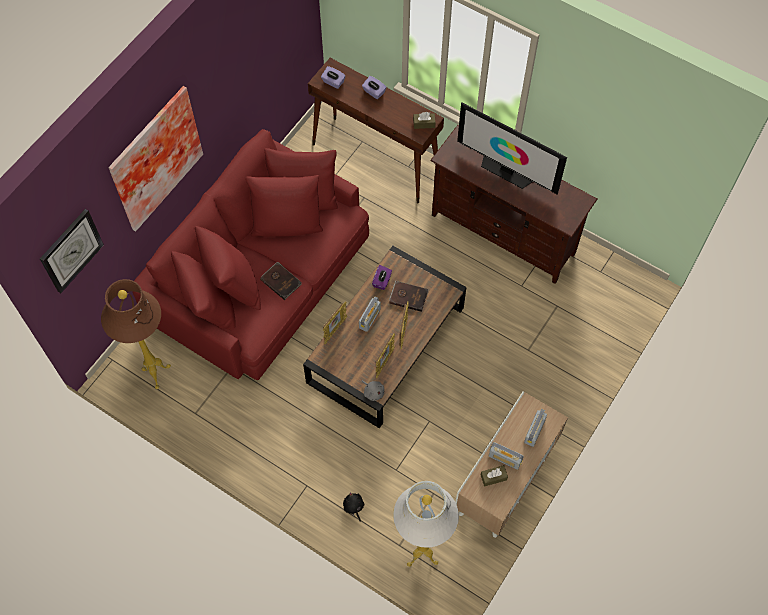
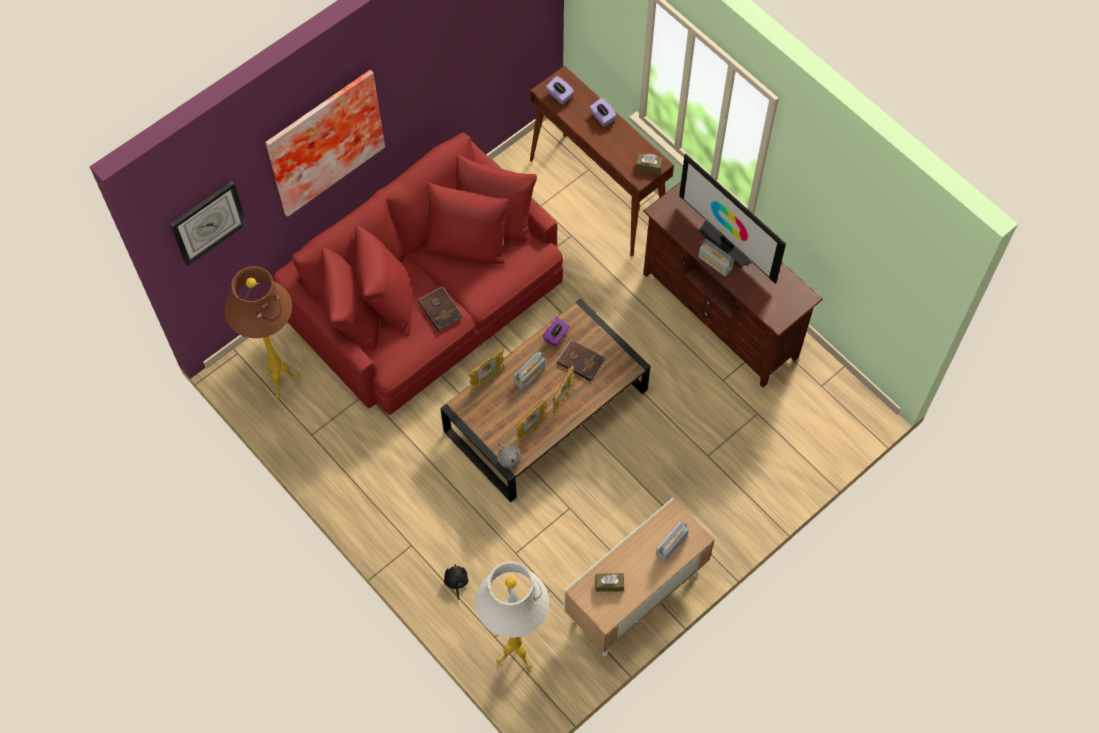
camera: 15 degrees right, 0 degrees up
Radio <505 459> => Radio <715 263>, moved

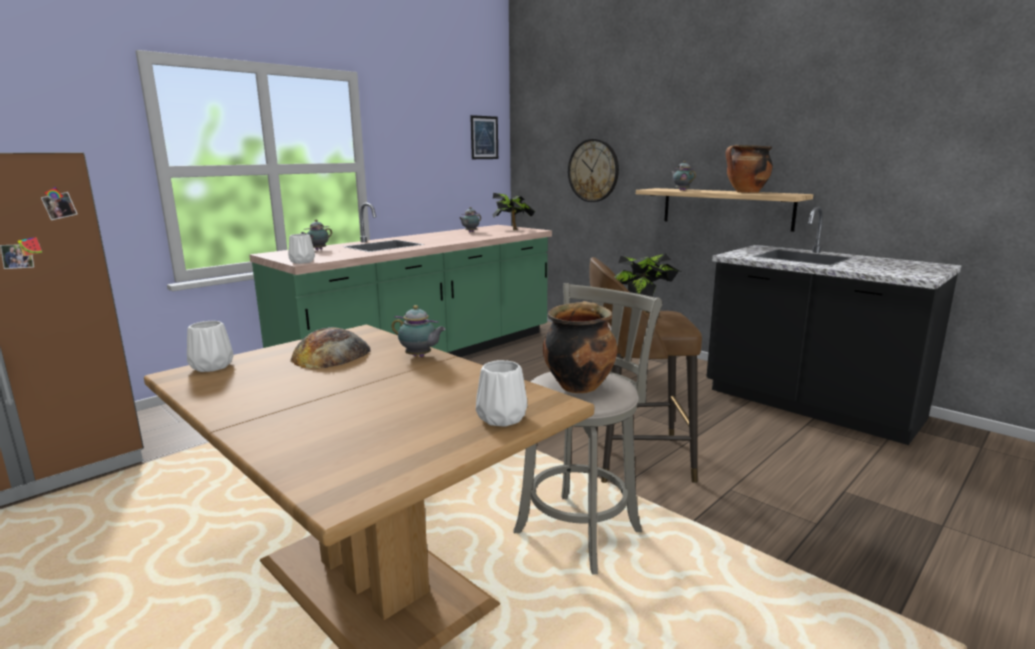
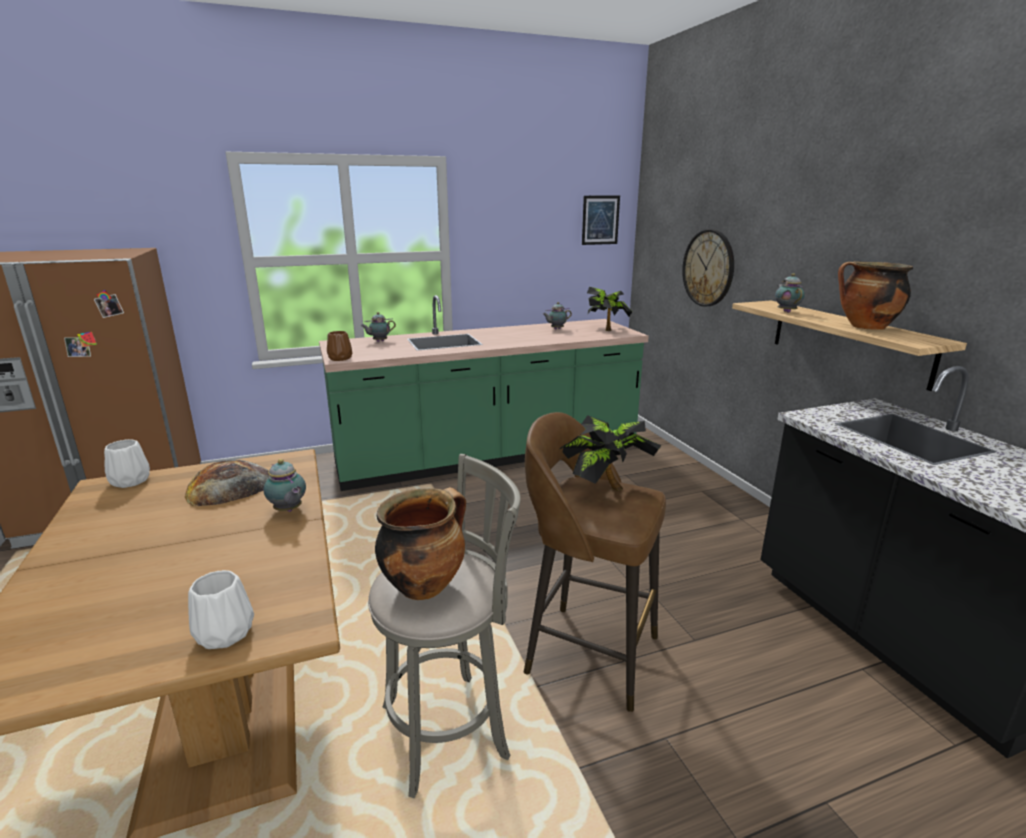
camera: 25 degrees right, 5 degrees up
WhiteVase <302 262> => BrownVase <340 358>

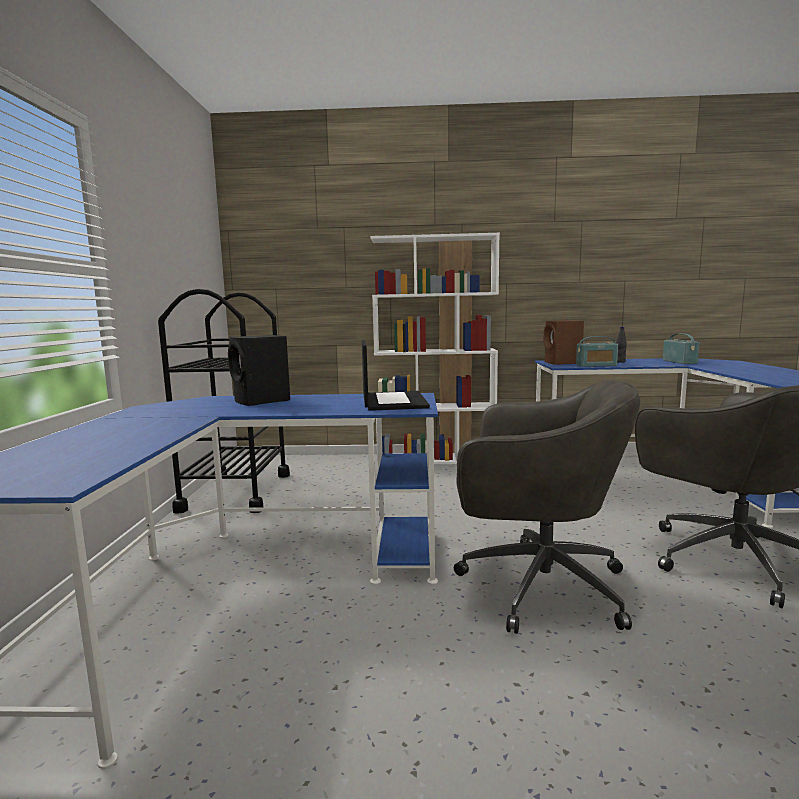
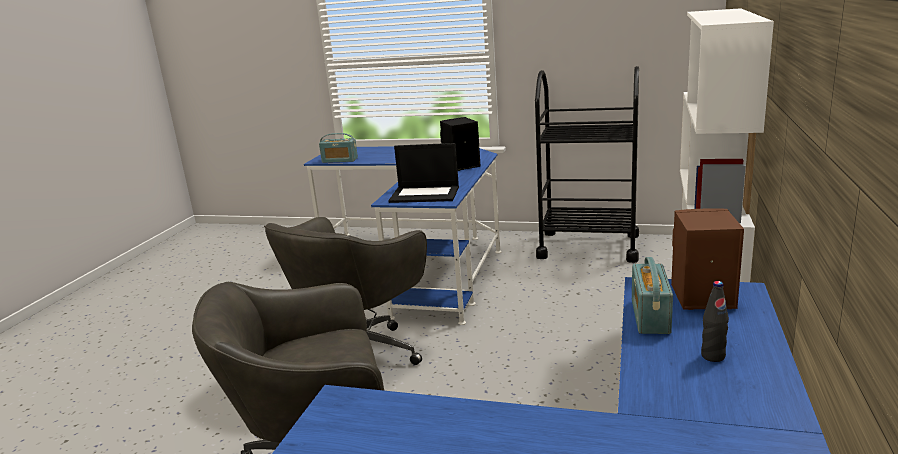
camera: 105 degrees right, 10 degrees up
Radio <679 362> => Radio <339 160>, moved

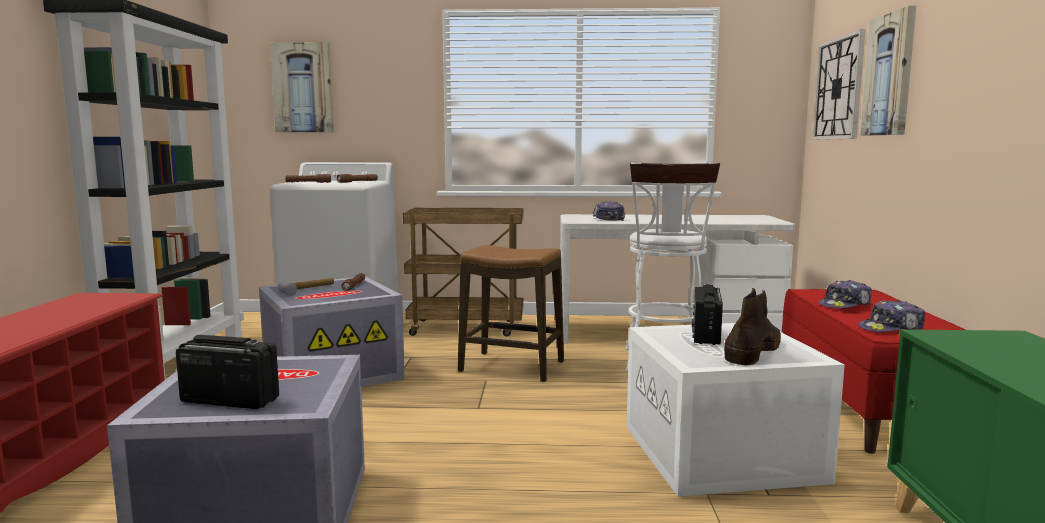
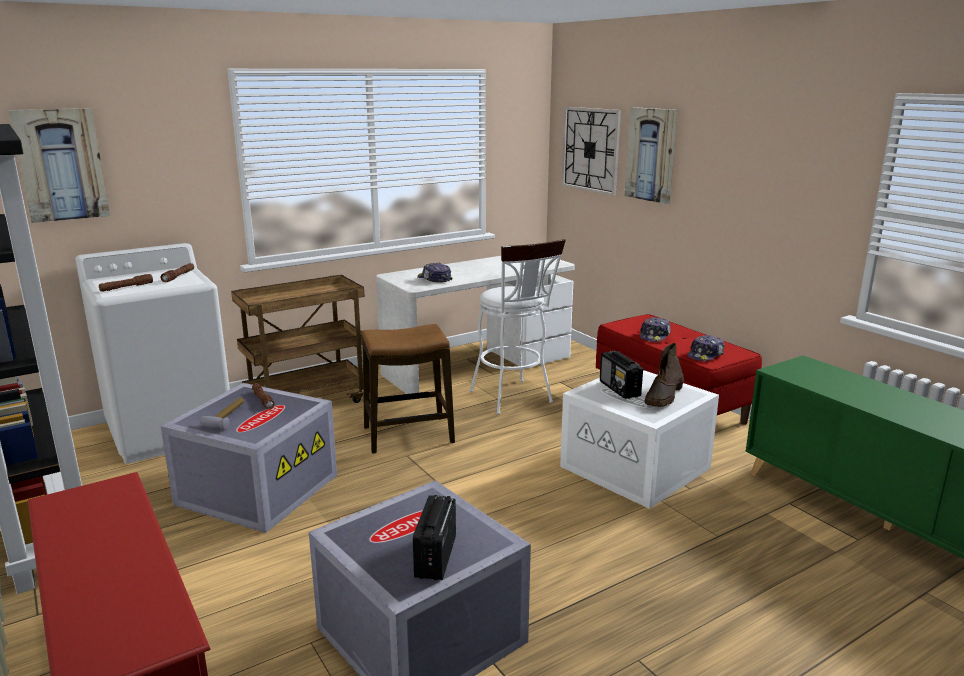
camera: 35 degrees left, 10 degrees up
BrownBoot <753 351> => BrownBoot <663 396>, 150 degrees counterclockwise
Radio <229 400> => Radio <435 557>, 60 degrees counterclockwise

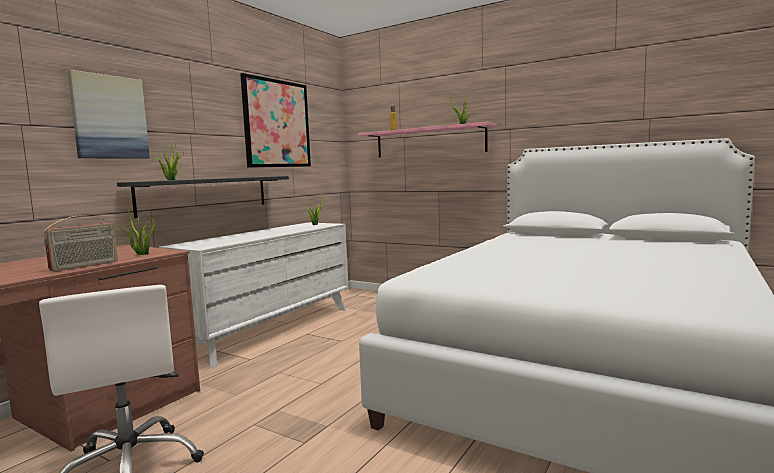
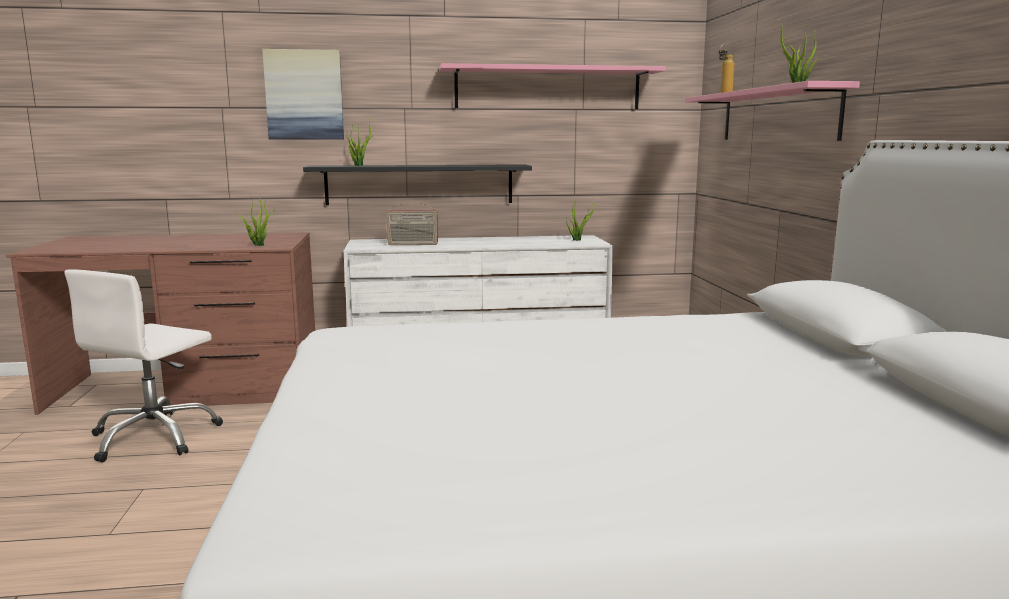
camera: 50 degrees right, 5 degrees up
Picture <277 124> => PinkShelf <548 88>
Radio <85 266> => Radio <412 244>, moved

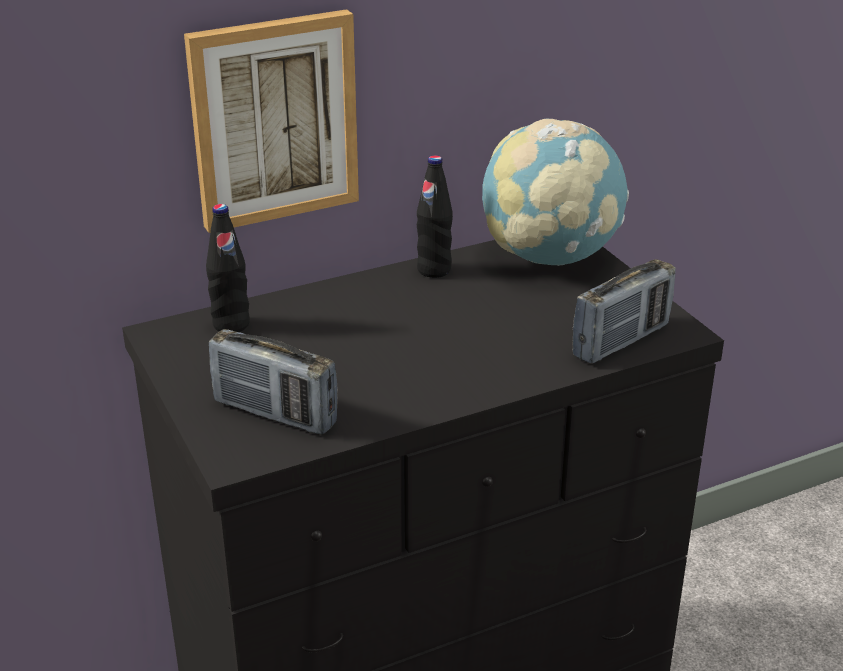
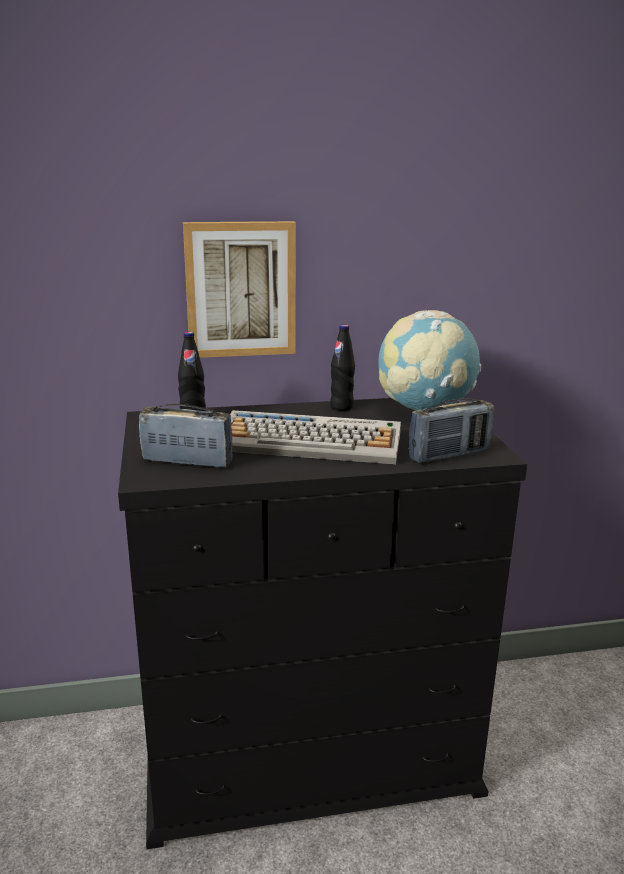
camera: 15 degrees right, 10 degrees down
Radio <275 413> => Radio <187 461>, 150 degrees clockwise
nothing => Keyboard <311 441>

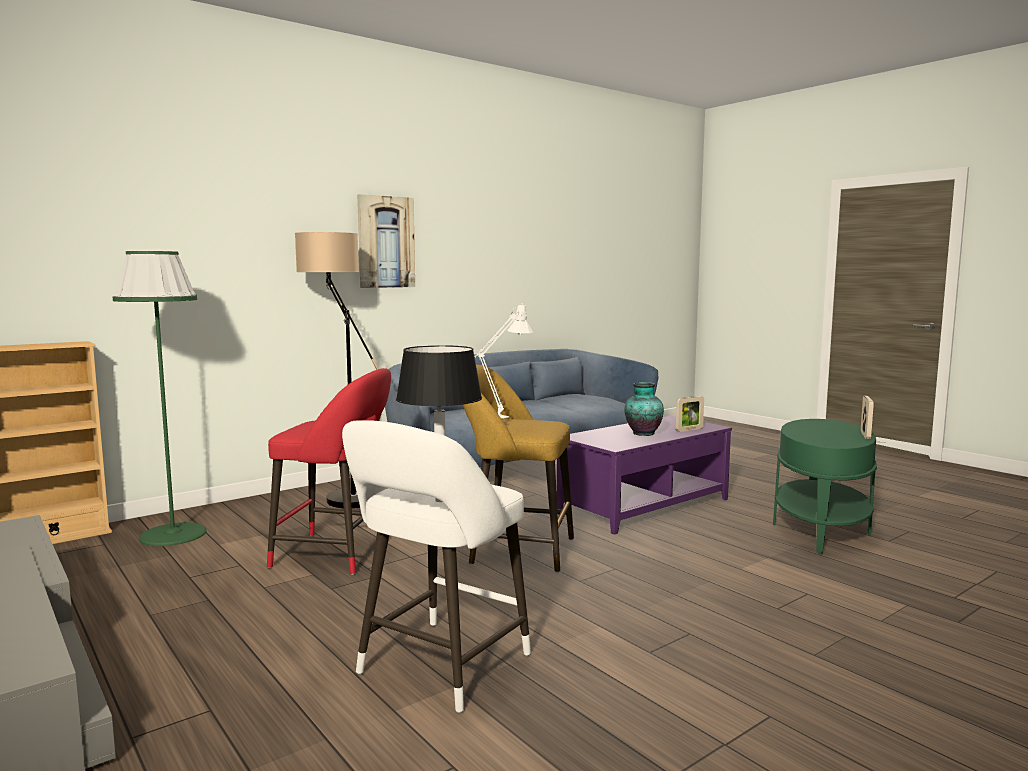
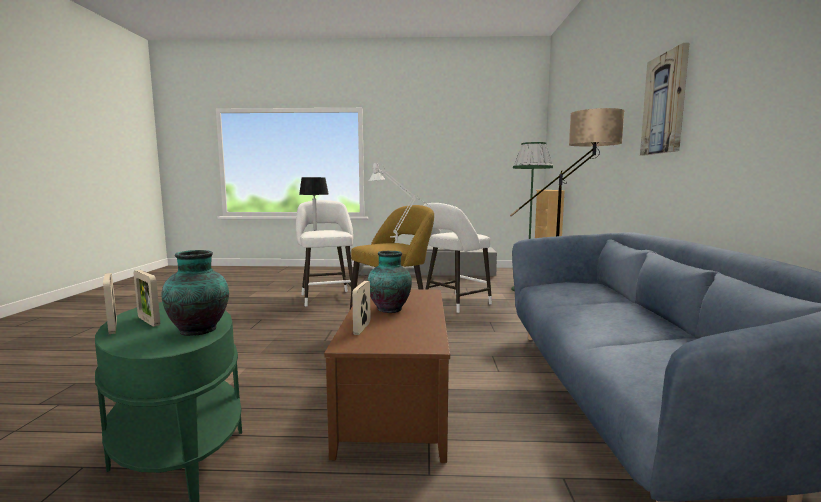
camera: 130 degrees right, 0 degrees up
RedStool <338 554> => WhiteStool <454 304>
PurpleCoffeeTable <643 505> => BrownCoffeeTable <398 399>
nothing => Vase <200 330>
nothing => PictureFrame <148 321>

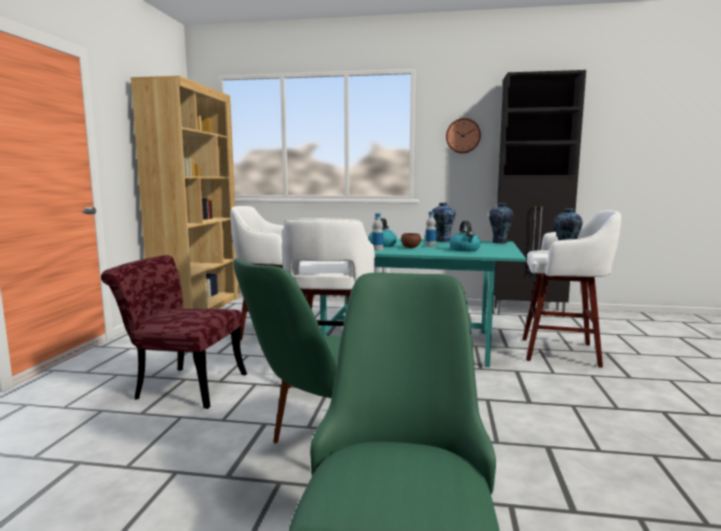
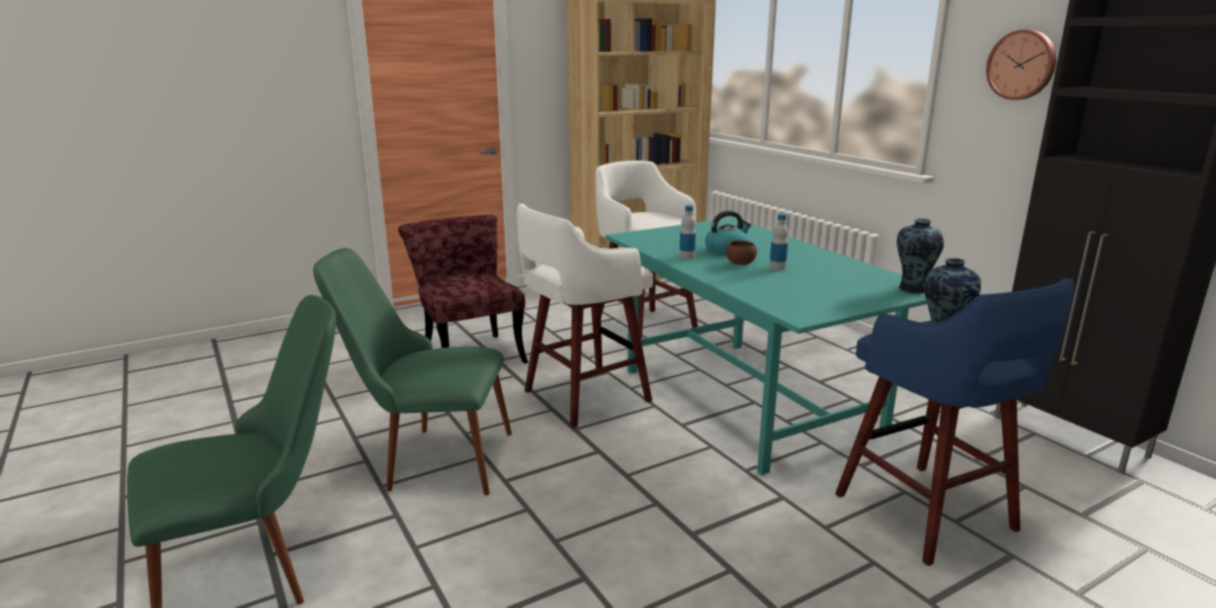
camera: 50 degrees right, 10 degrees up
Vase <442 241> => nothing
WhiteStool <563 352> => BlueStool <928 515>
Kettle <465 250> => nothing

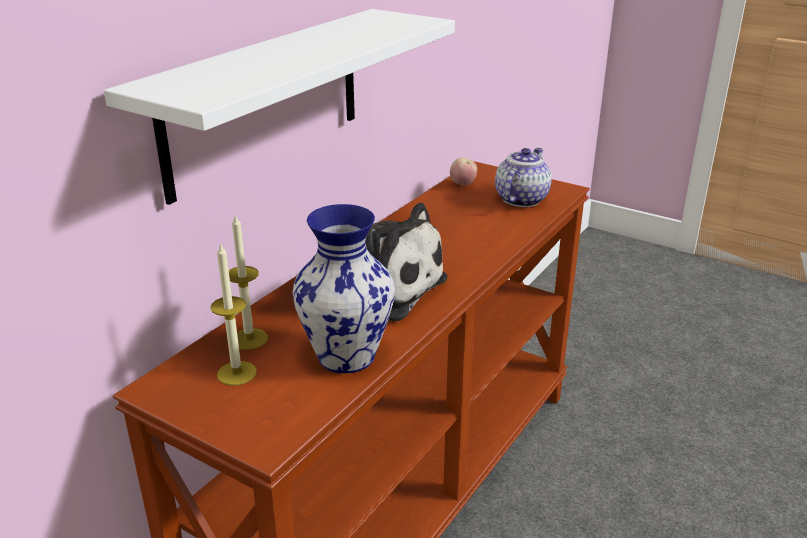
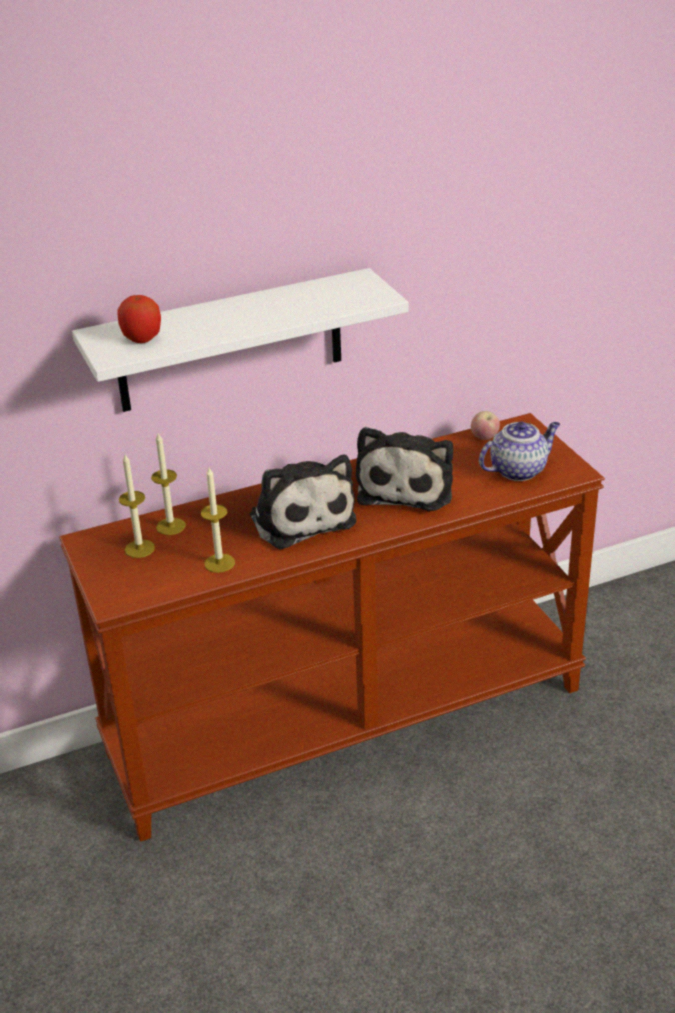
camera: 35 degrees right, 5 degrees up
Vase <348 356> => Candle <219 563>
nothing => Apple <142 338>
nothing => PlushToy <407 486>

